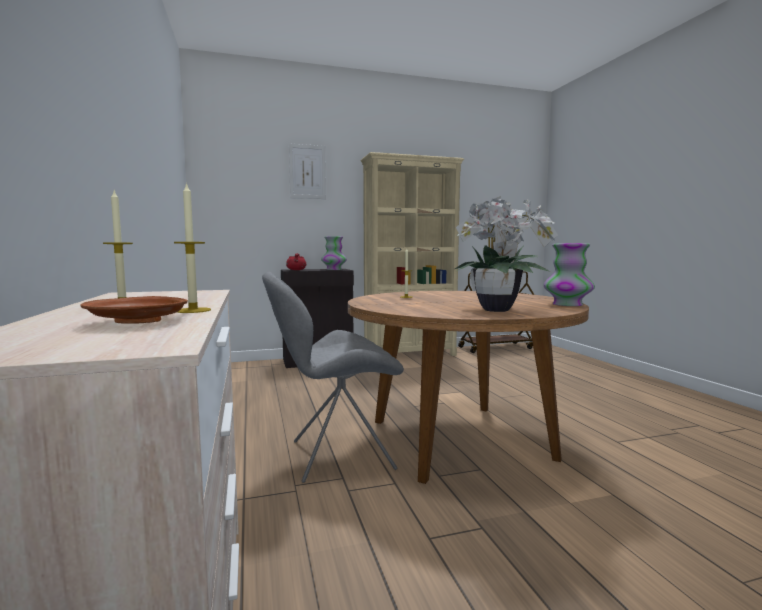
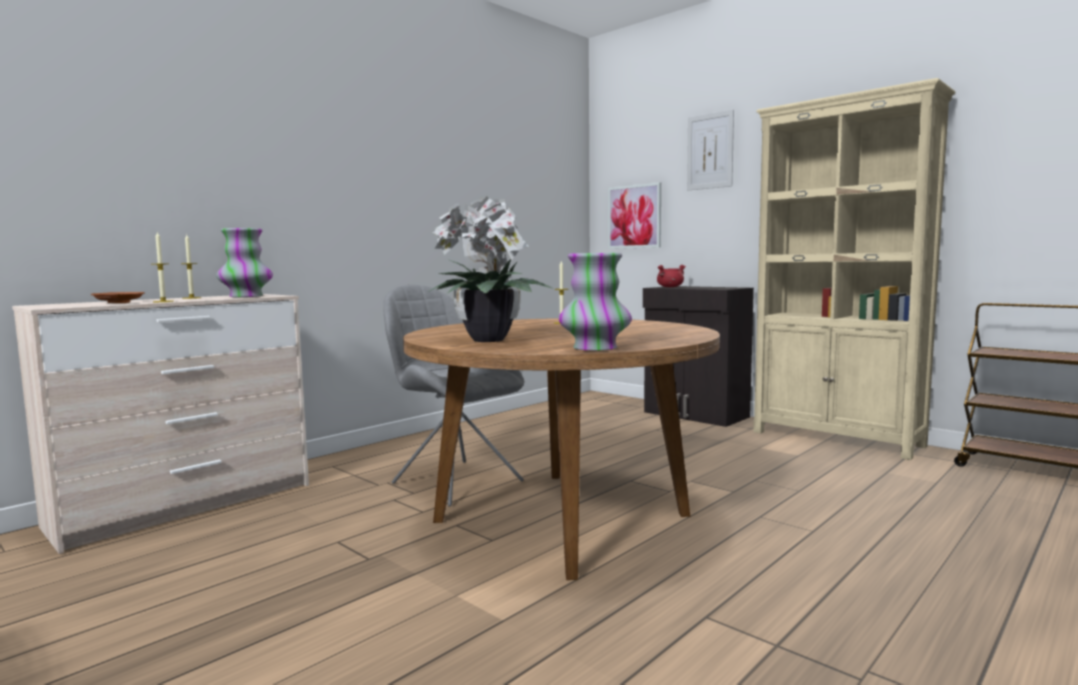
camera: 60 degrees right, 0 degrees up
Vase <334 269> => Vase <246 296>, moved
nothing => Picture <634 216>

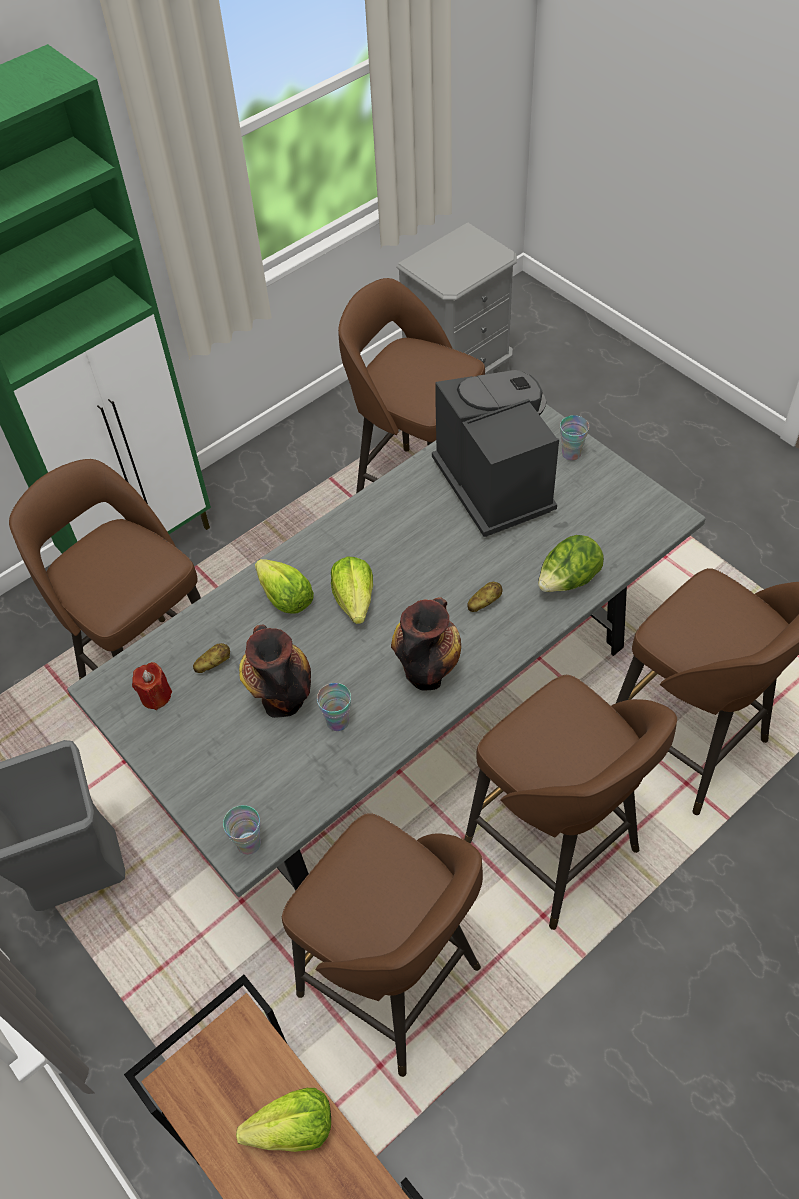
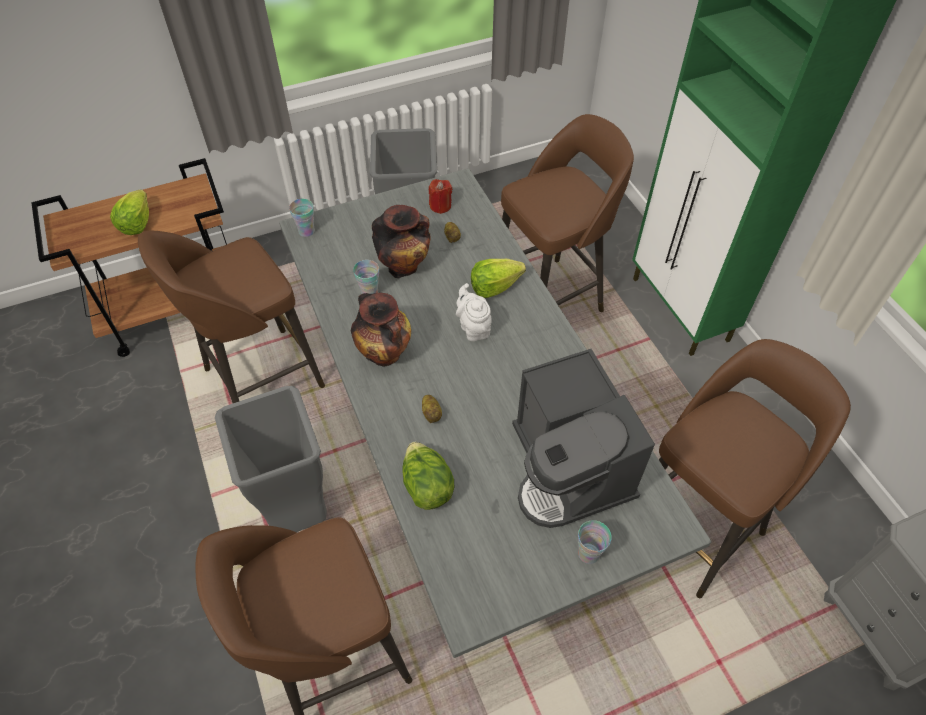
camera: 105 degrees right, 0 degrees up
CoffeeMachine <495 483> => CoffeeMachine <569 469>, 75 degrees clockwise
Lettuce <354 600> => WhiteTeapot <473 328>
BrownStool <555 850> => GreyTrashCan <296 508>

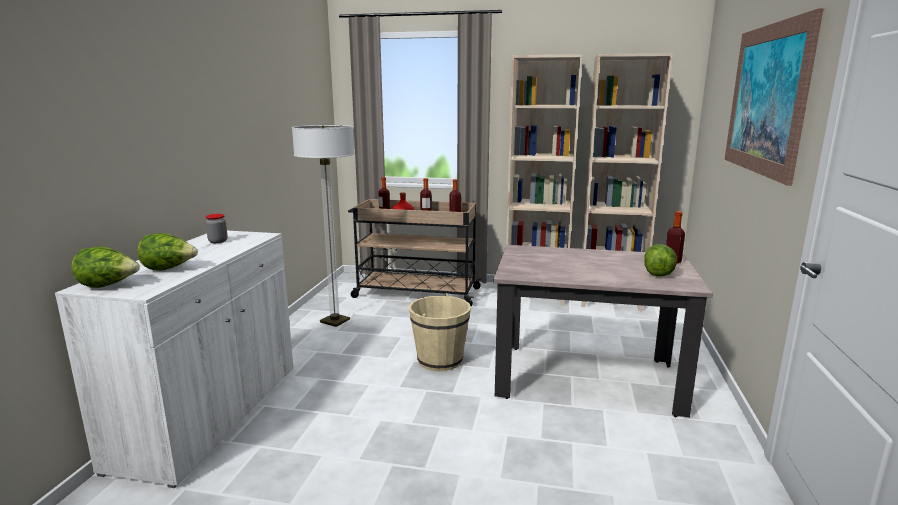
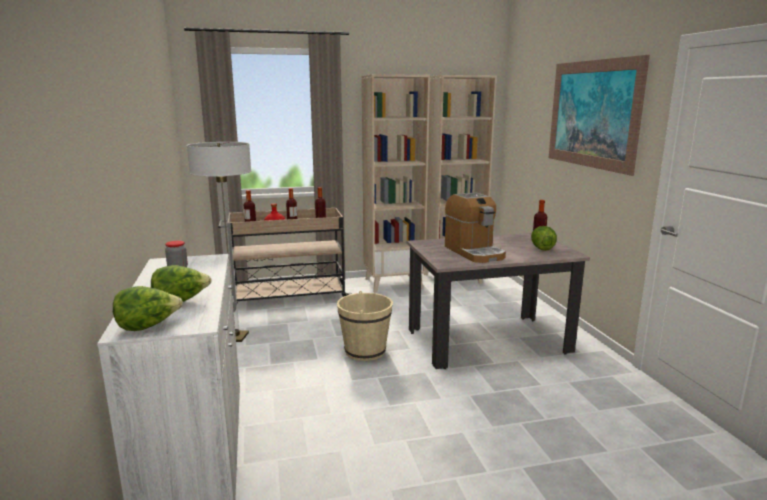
camera: 25 degrees left, 0 degrees up
nothing => CoffeeMachine <474 252>

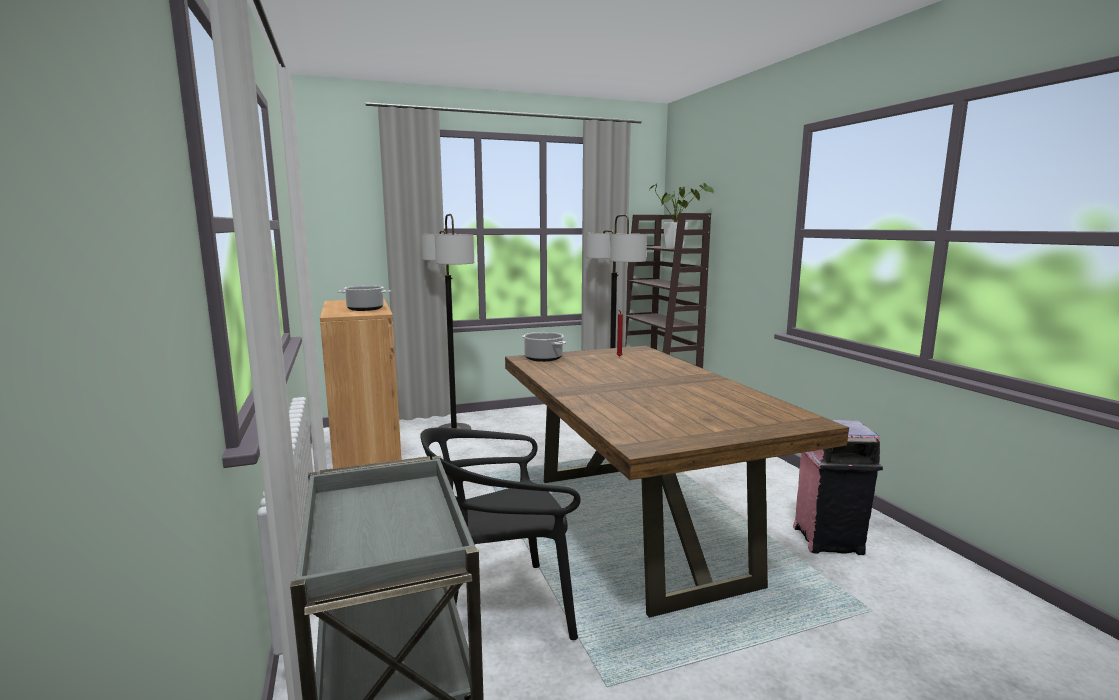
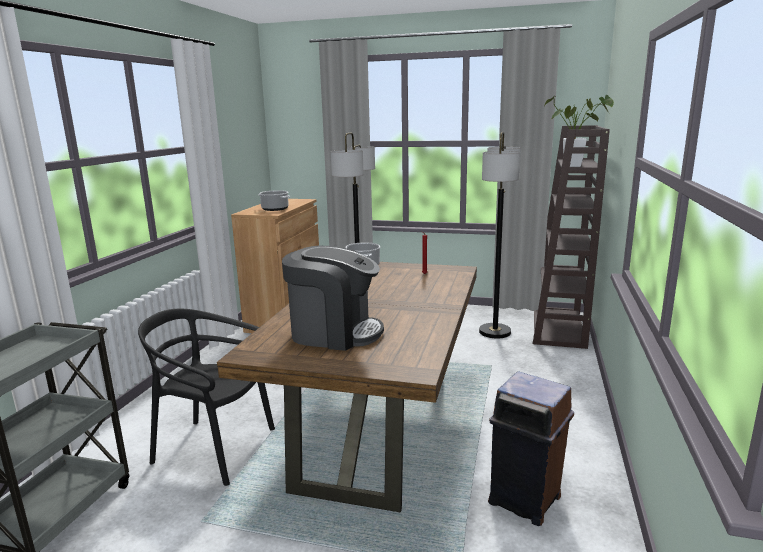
camera: 35 degrees right, 5 degrees up
PinkTrashCan <829 540> => BrownTrashCan <526 500>
nothing => CoffeeMachine <334 332>

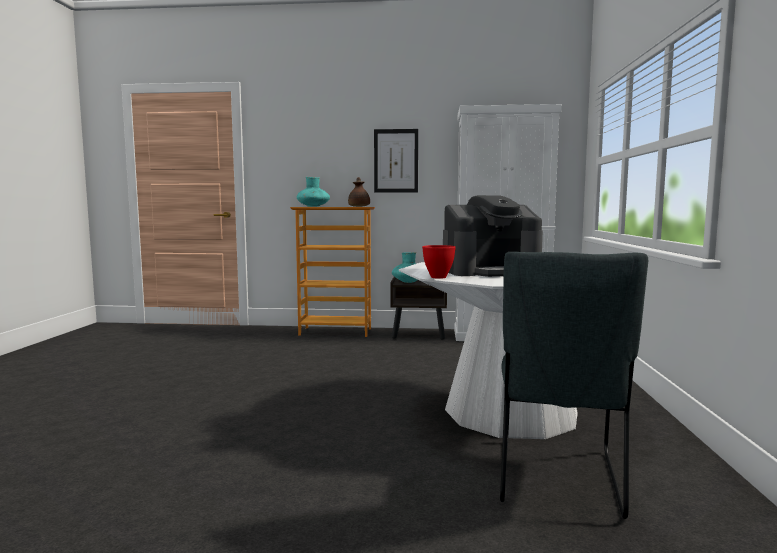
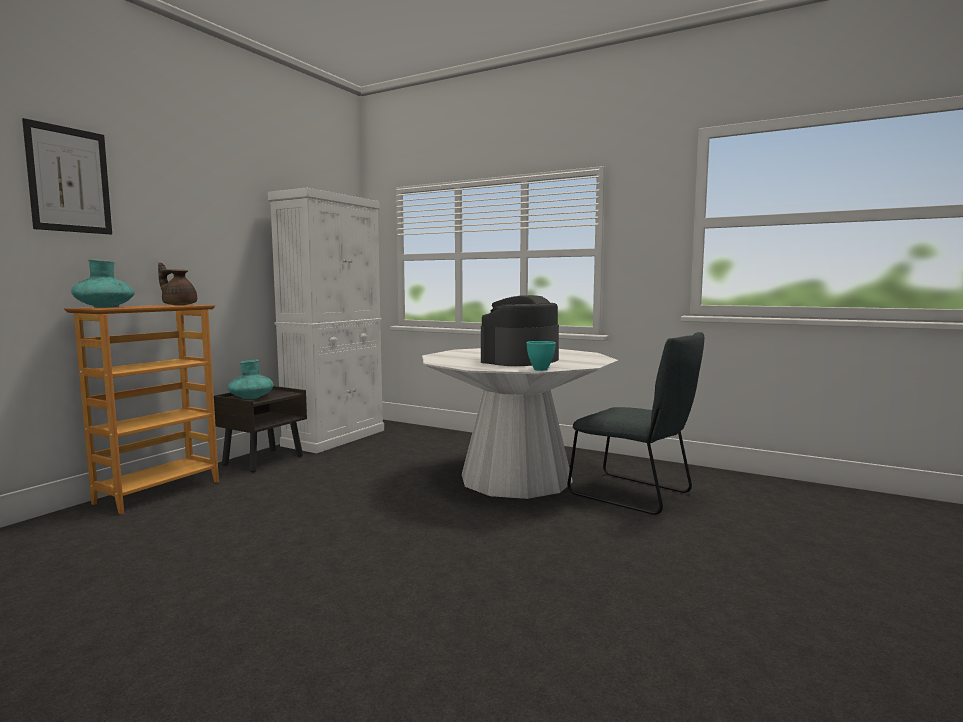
camera: 65 degrees left, 0 degrees up
Picture <396 161> => Picture <69 180>, moved
CoffeeMachine <490 271> => CoffeeMachine <520 360>, 150 degrees counterclockwise
RedBowl <437 277> => TurquoiseBowl <540 369>

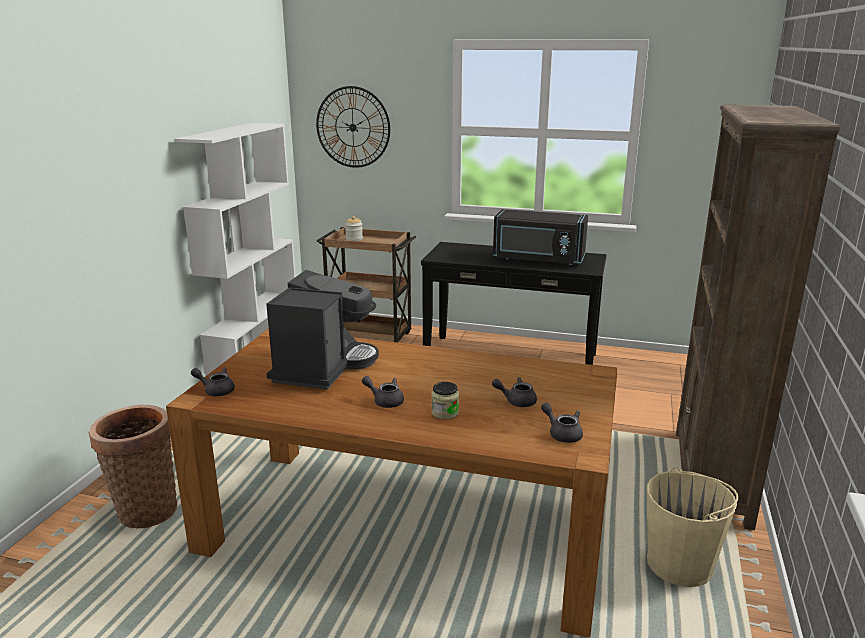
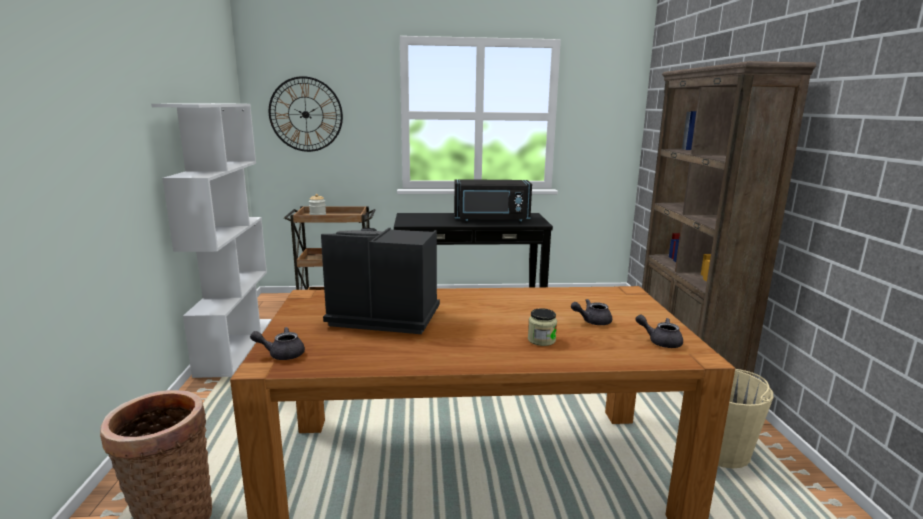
camera: 20 degrees left, 5 degrees down
CoffeeMachine <323 367> => CoffeeMachine <382 317>, 75 degrees counterclockwise
GreyTeapot <385 401> => nothing

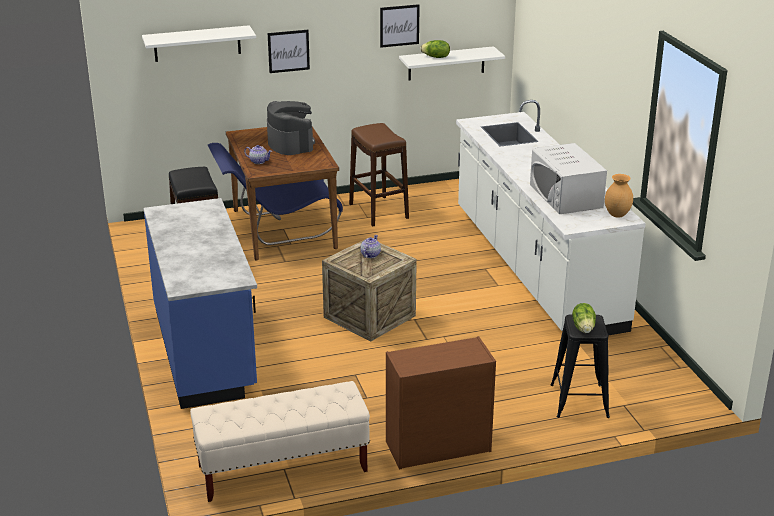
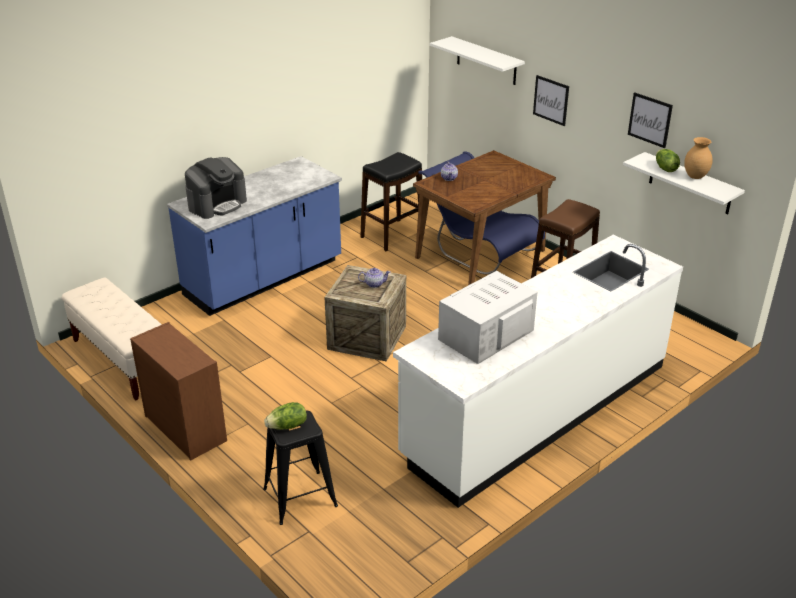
camera: 65 degrees right, 5 degrees up
CoffeeMachine <290 143> => CoffeeMachine <217 204>, moved
BrownVase <617 215> => BrownVase <695 177>, moved

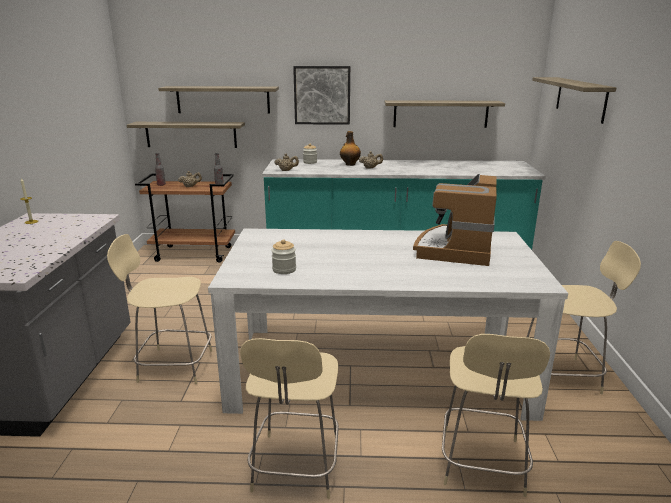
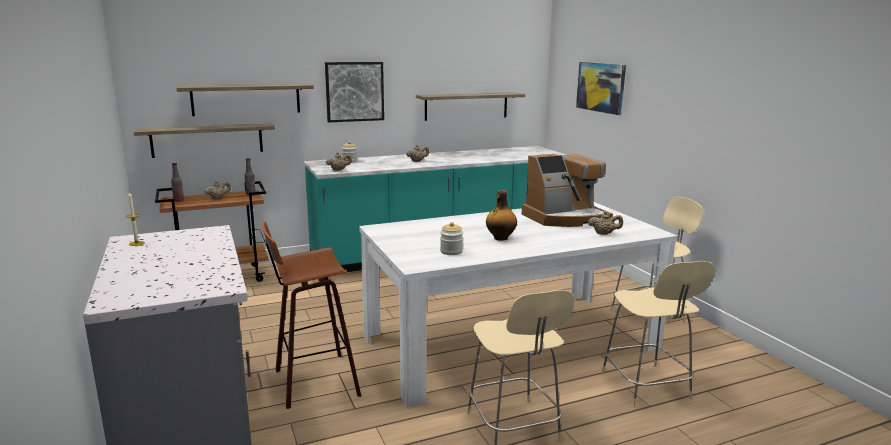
camera: 25 degrees left, 5 degrees down
Shelf <580 98> => Picture <601 87>
Bottle <350 164> => Bottle <500 238>, moved
CoffeeMachine <455 249> => CoffeeMachine <565 218>, 105 degrees counterclockwise
BeigeChair <173 365> => Stool <313 382>
nothing => BeigeTeapot <604 234>

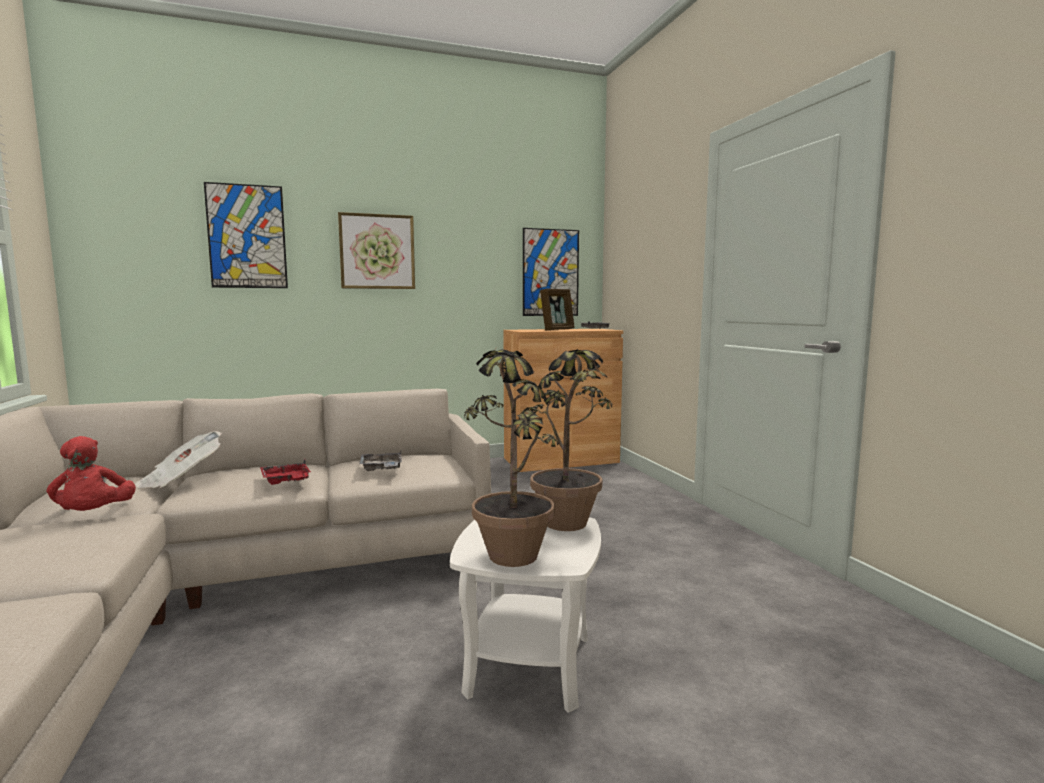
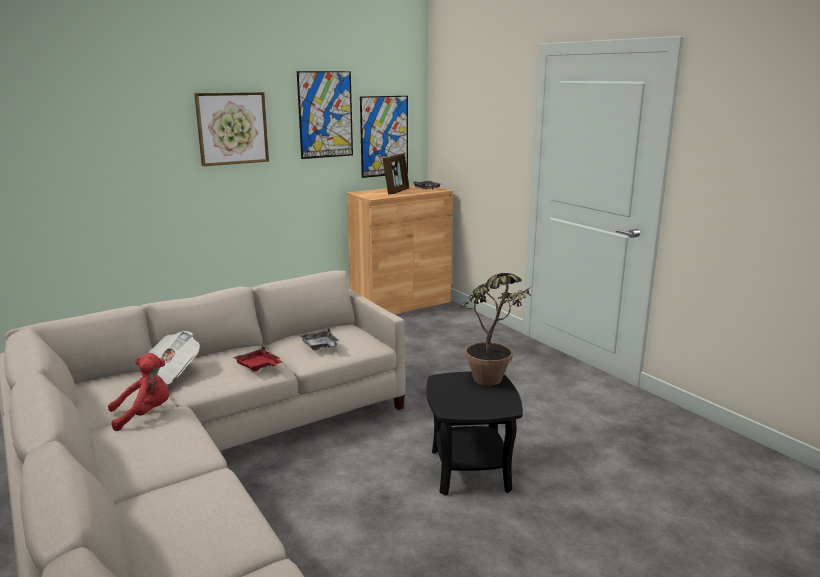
camera: 15 degrees left, 10 degrees up
Picture <247 236> => Picture <325 115>, moved
PottedPlant <509 548> => nothing
RedPlushToy <94 516> => RedPlushToy <144 414>, 75 degrees counterclockwise
WhiteSideTable <529 664> => BlackSideTable <470 470>

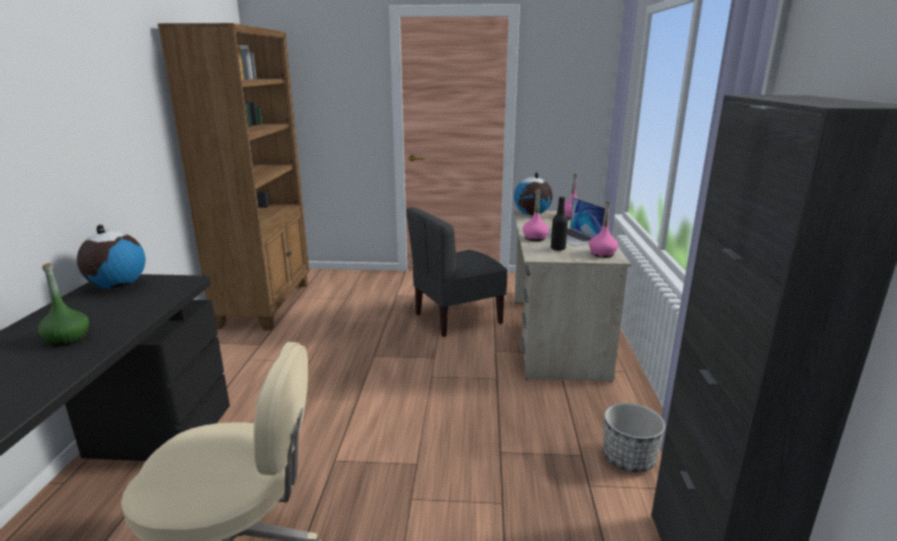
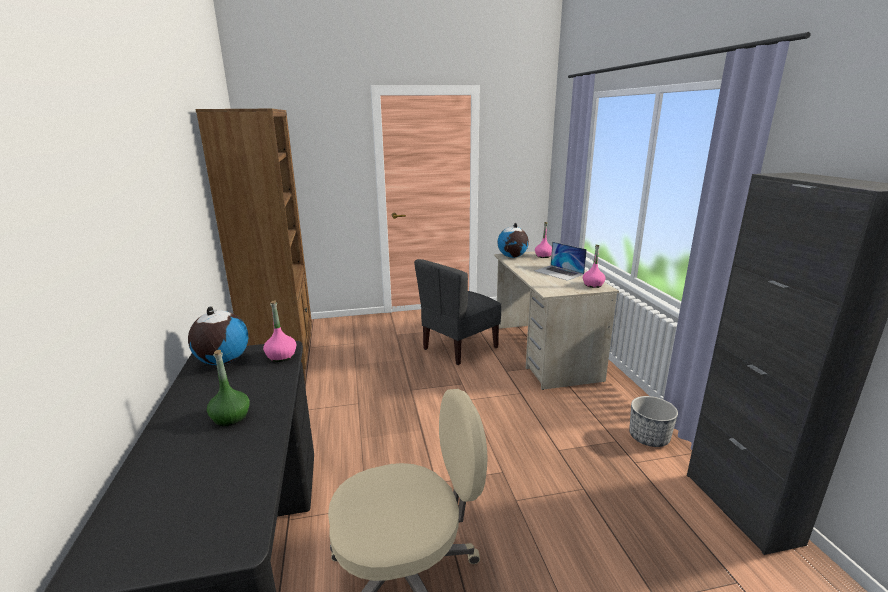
camera: 15 degrees left, 0 degrees up
PinkBottle <535 238> => PinkBottle <281 356>, moved
BlackBottle <558 249> => nothing

